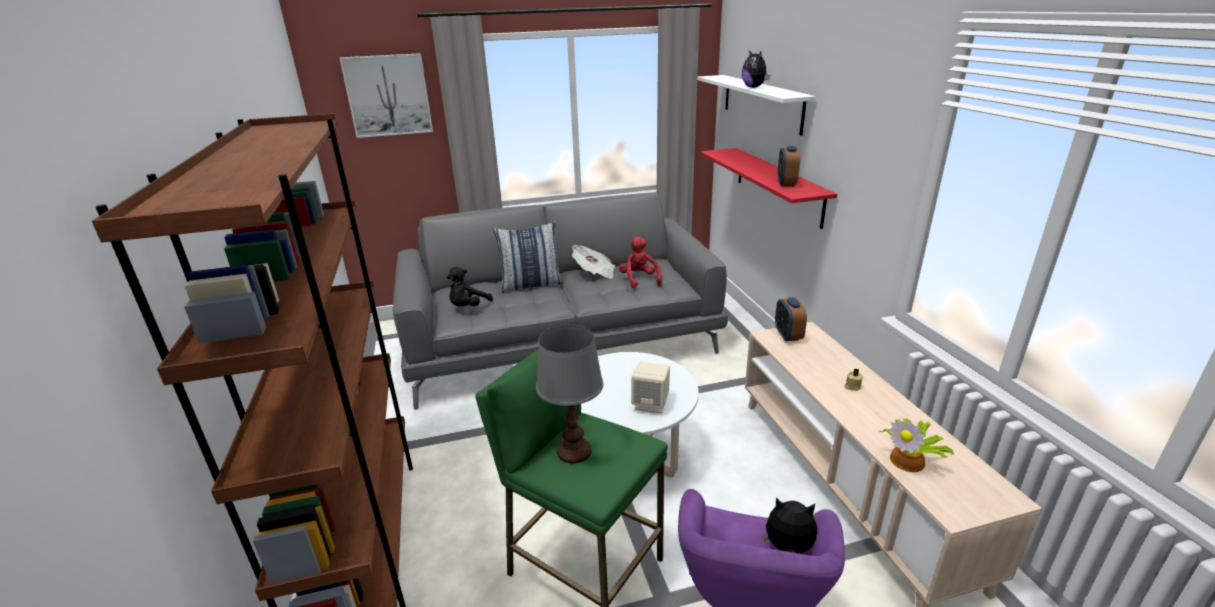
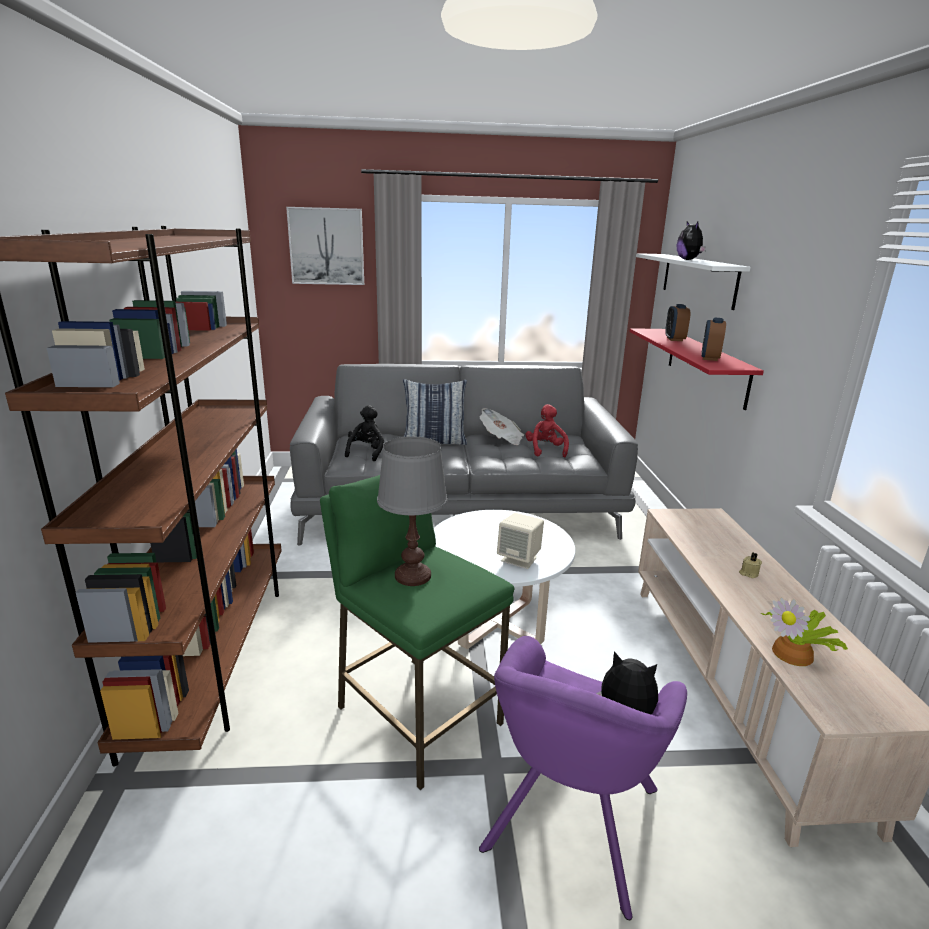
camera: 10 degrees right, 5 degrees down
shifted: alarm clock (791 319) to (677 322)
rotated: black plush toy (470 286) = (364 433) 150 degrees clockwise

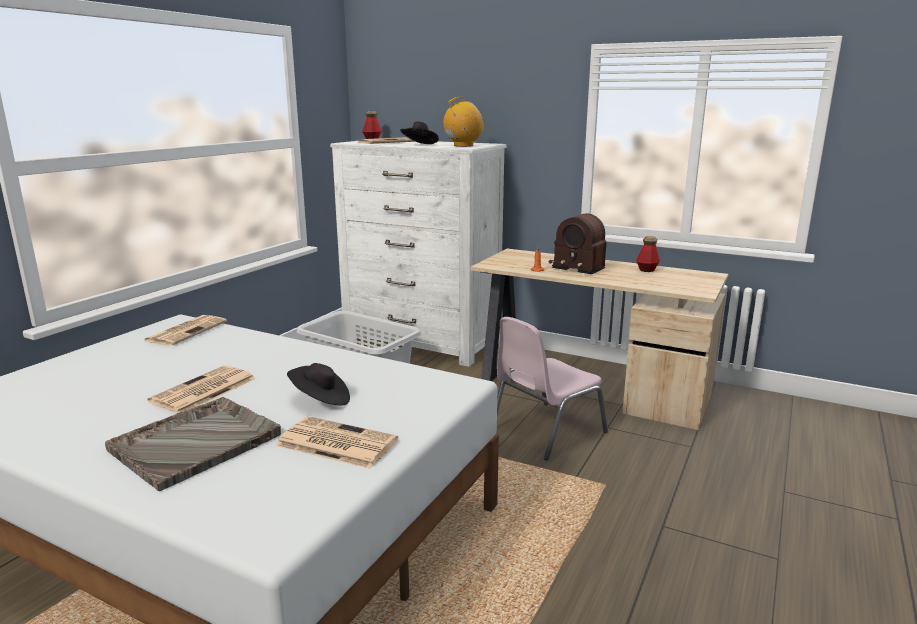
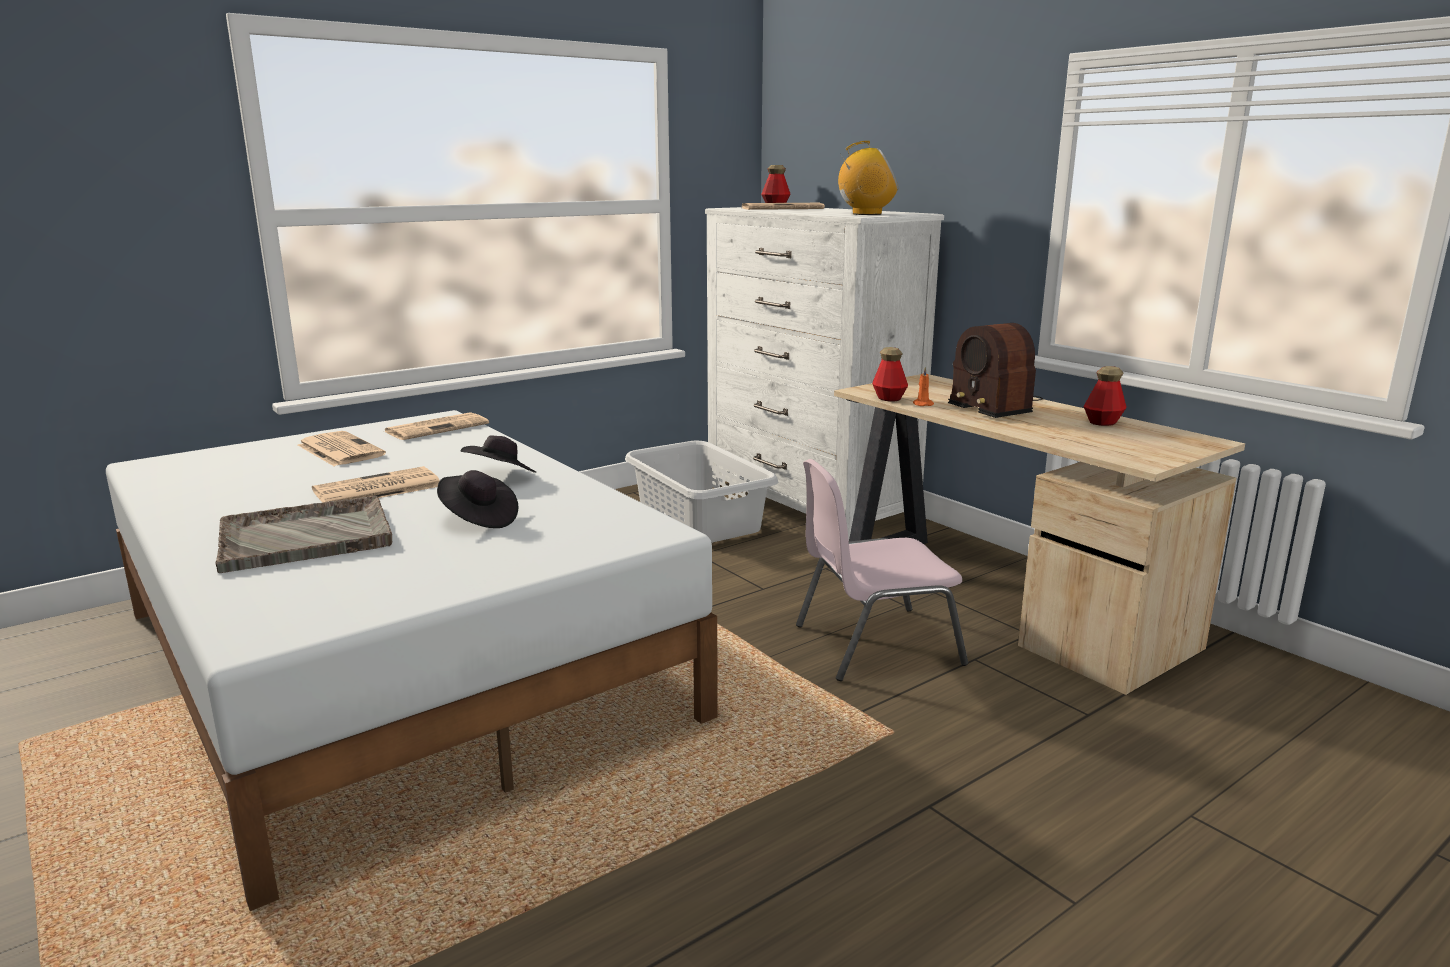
camera: 25 degrees right, 0 degrees up
new: bottle (890 374)
shifted: newspaper (337 442) to (342 448); black hat (419 132) to (498 454)

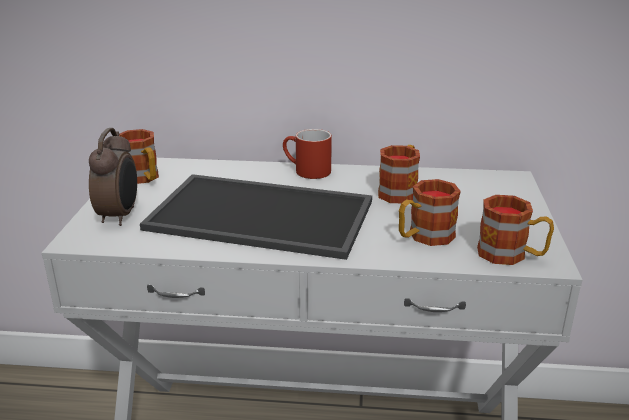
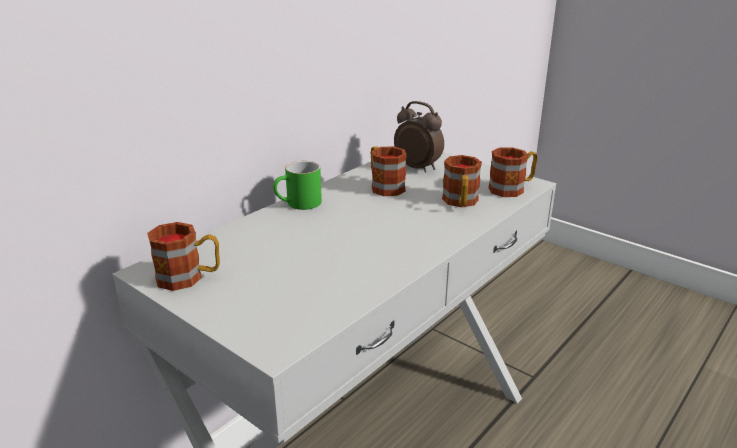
camera: 55 degrees left, 0 degrees up
gone: tray (256 217)
shifted: alarm clock (113 177) to (419 137)
repainted: red mug (307 154) to green mug (297 185)

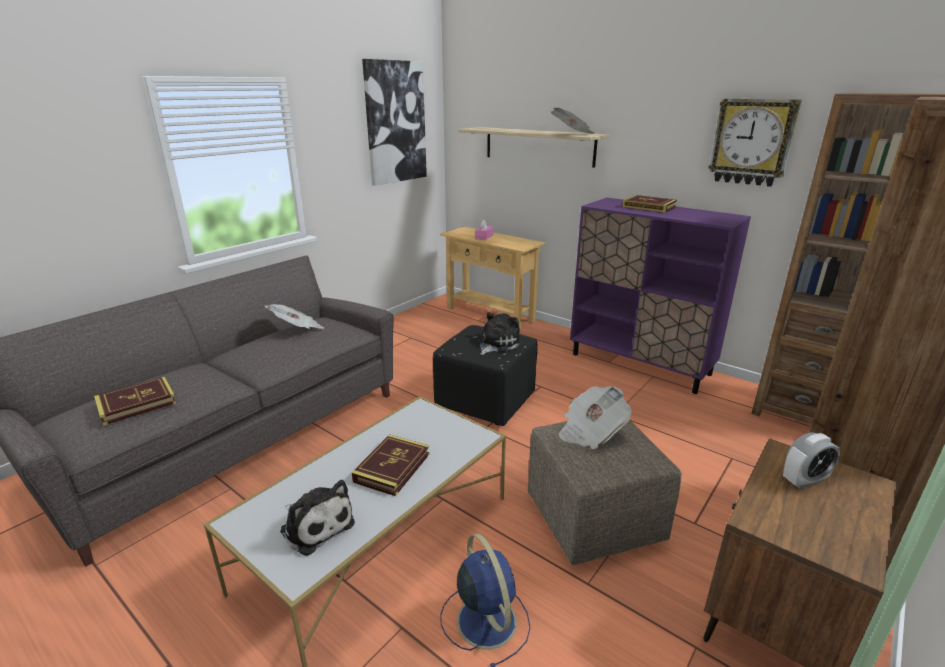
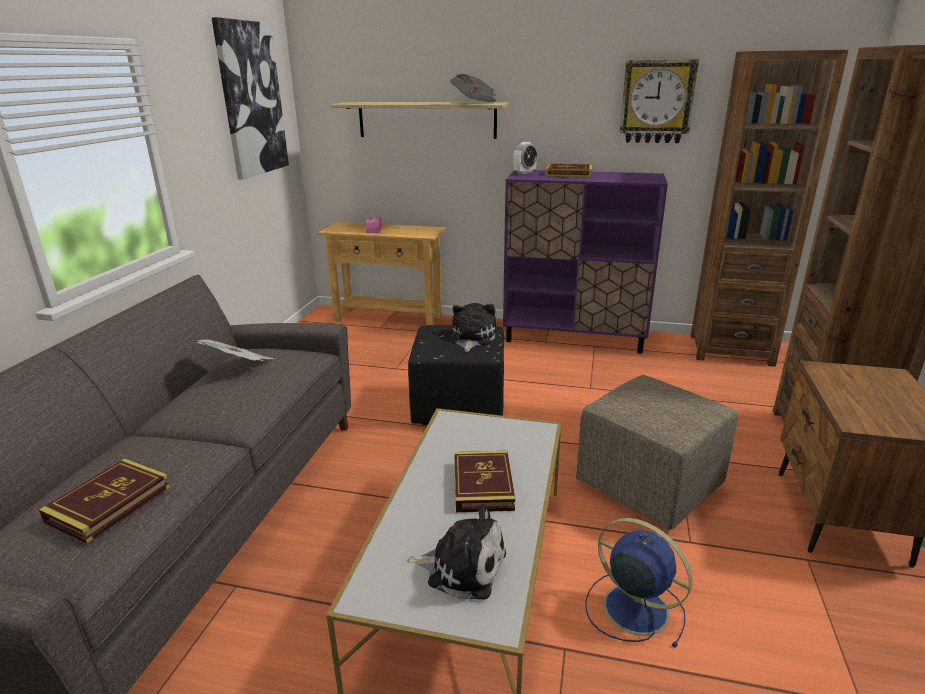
camera: 25 degrees left, 0 degrees up
gone: newspaper (595 417)
shifted: alarm clock (811 460) to (525 158)

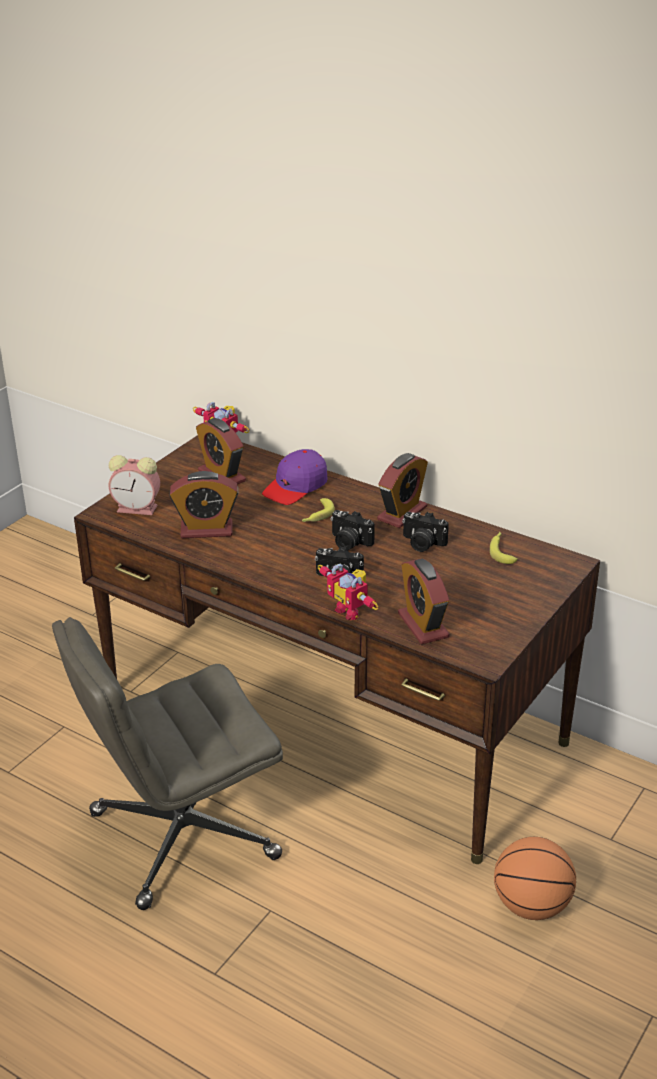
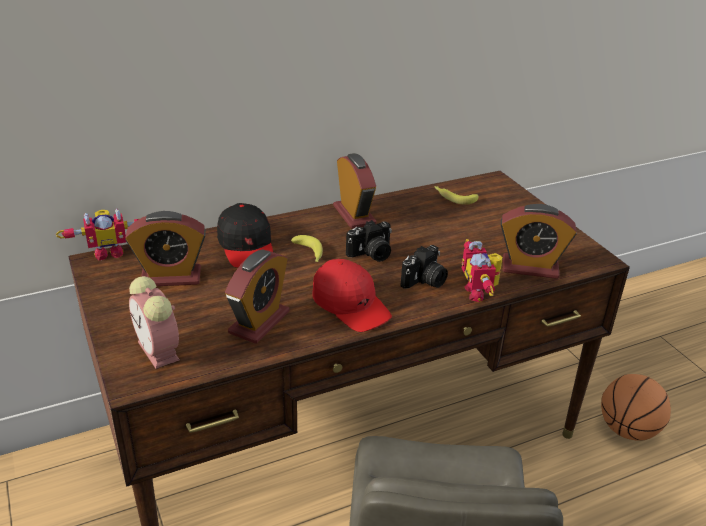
camera: 60 degrees left, 0 degrees up
gone: photo camera (425 532)
new: red cap (352 295)
repainted: purple cap (295 477) to black cap (245 235)
rotated: alarm clock (134 485) = (154 322) 105 degrees clockwise; toy robot (348 592) = (482 270) 90 degrees clockwise

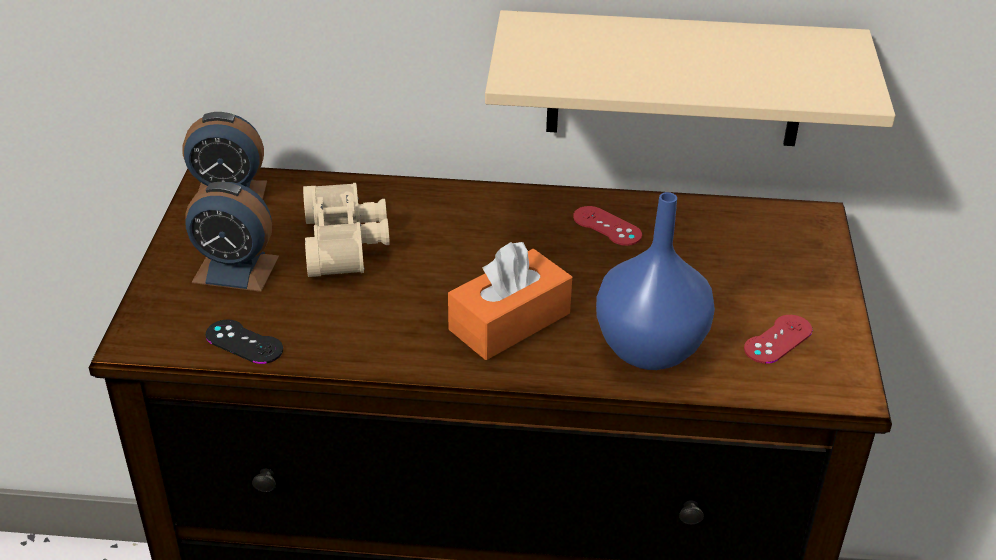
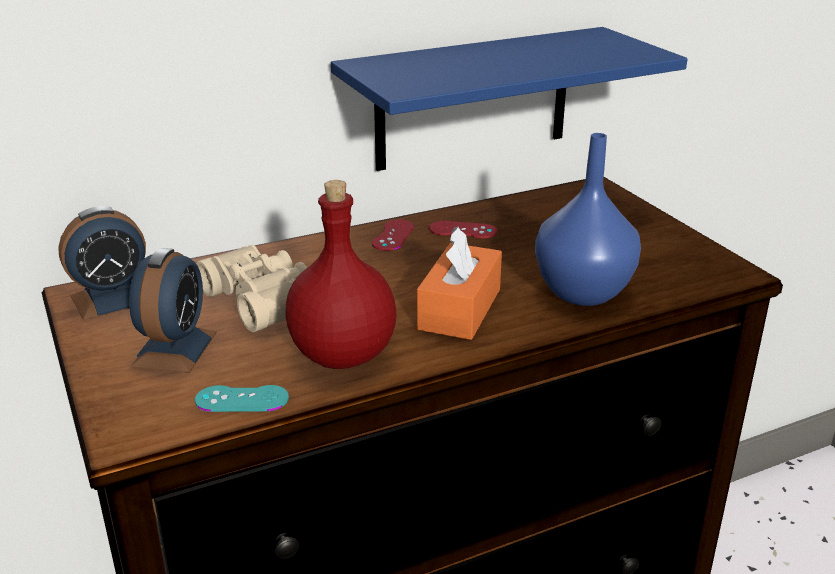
camera: 30 degrees left, 10 degrees down
new: red bottle (341 274)
shifted: red game controller (778 339) to (393 235)
repainted: black game controller (244 342) to turquoise game controller (242 398); beige shelf (690 78) to blue shelf (509 99)
rotated: alarm clock (232 237) = (173 310) 60 degrees counterclockwise

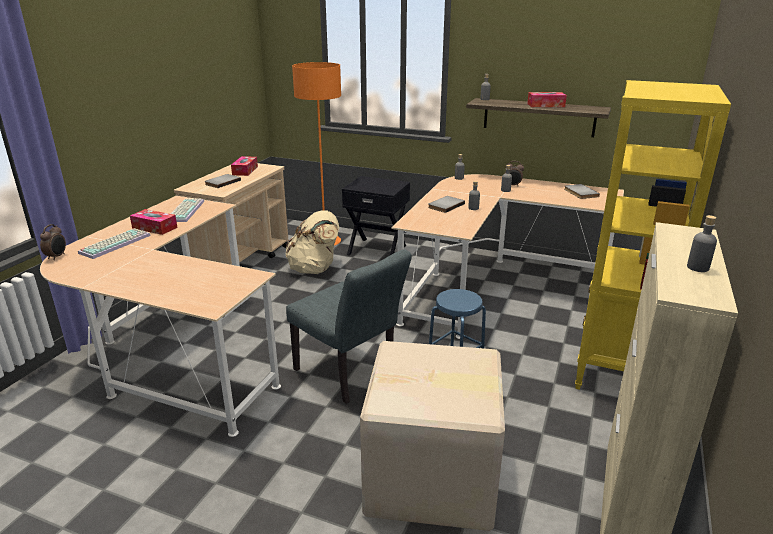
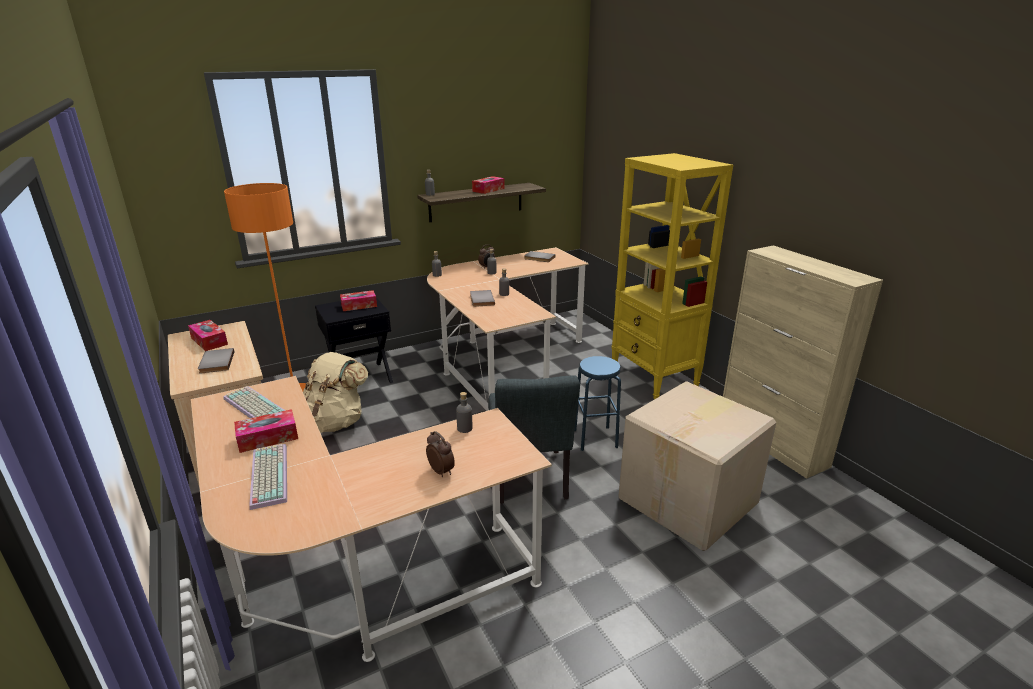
camera: 50 degrees left, 0 degrees up
new: tissue box (358 300)
shifted: alarm clock (53 242) to (440 454); grey bottle (702 243) to (464 412)
rotated: grey chair (349 326) = (534 439) 90 degrees clockwise

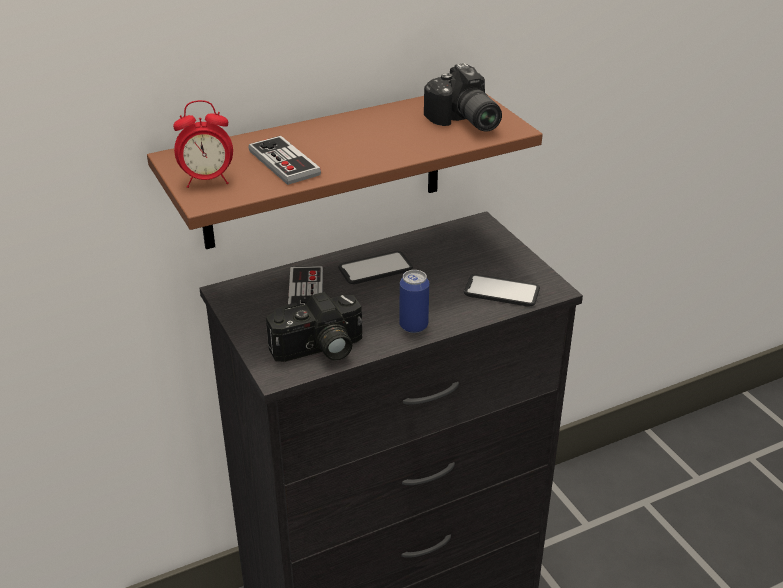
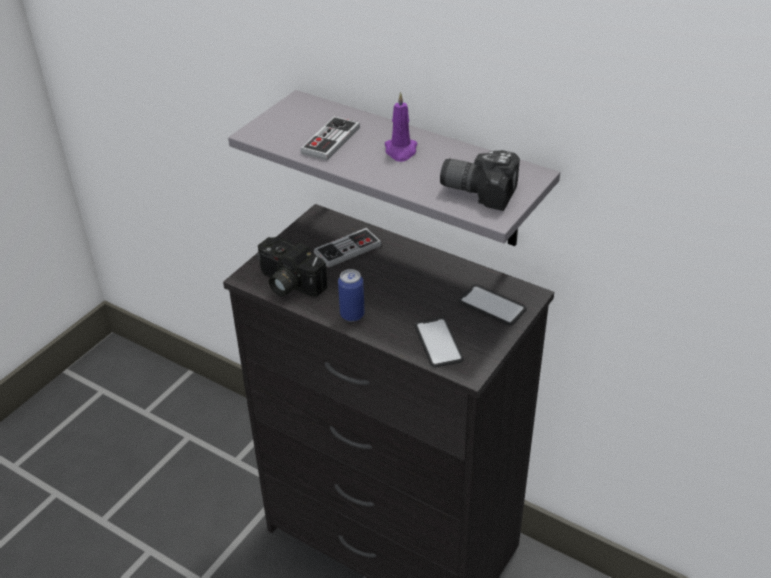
camera: 60 degrees right, 5 degrees up
gone: alarm clock (203 144)
new: purple candle (401 127)
shifted: phone (375 267) to (493 305)
repainted: brown shelf (345 172) to grey shelf (394 168)
rotated: photo camera (463 97) = (480 180) 75 degrees clockwise

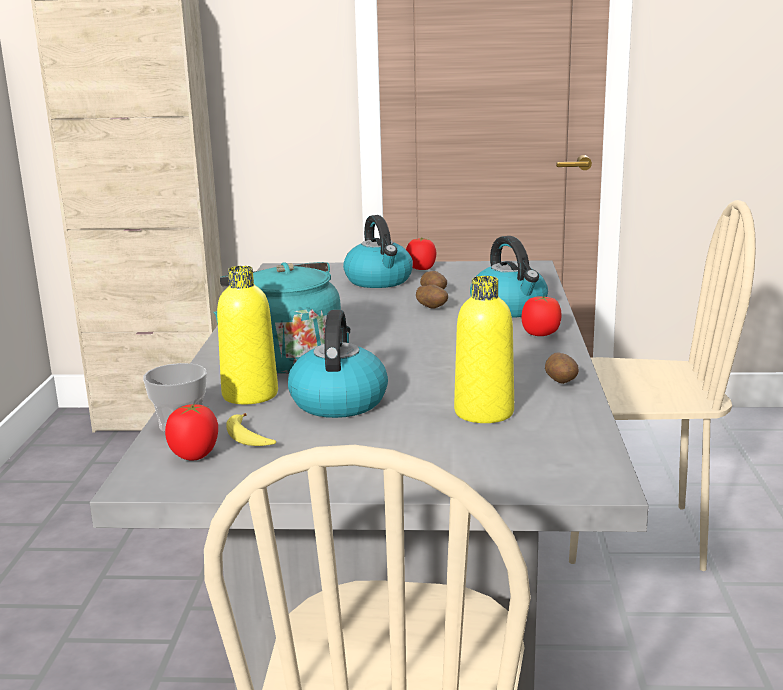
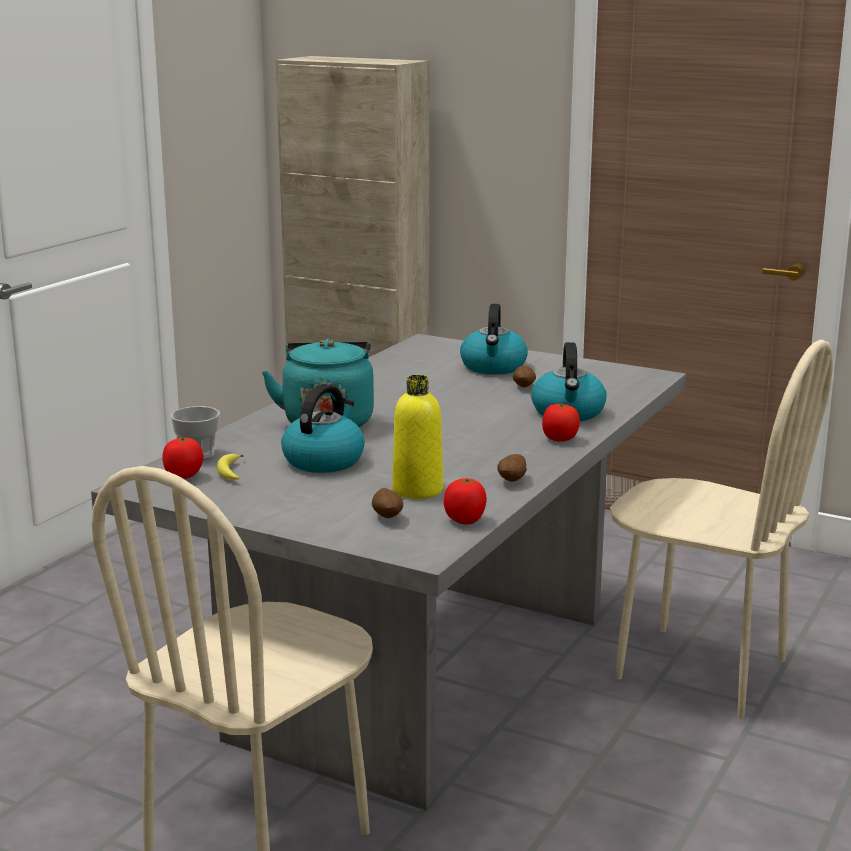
camera: 25 degrees right, 0 degrees up
gone: yellow bottle (247 335)
shifted: potato (432 297) to (387 503); tomato (421 253) to (465 501)

